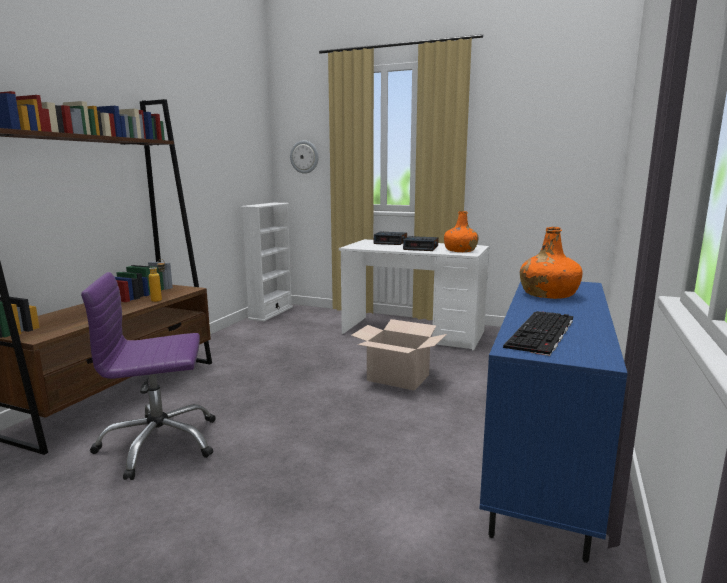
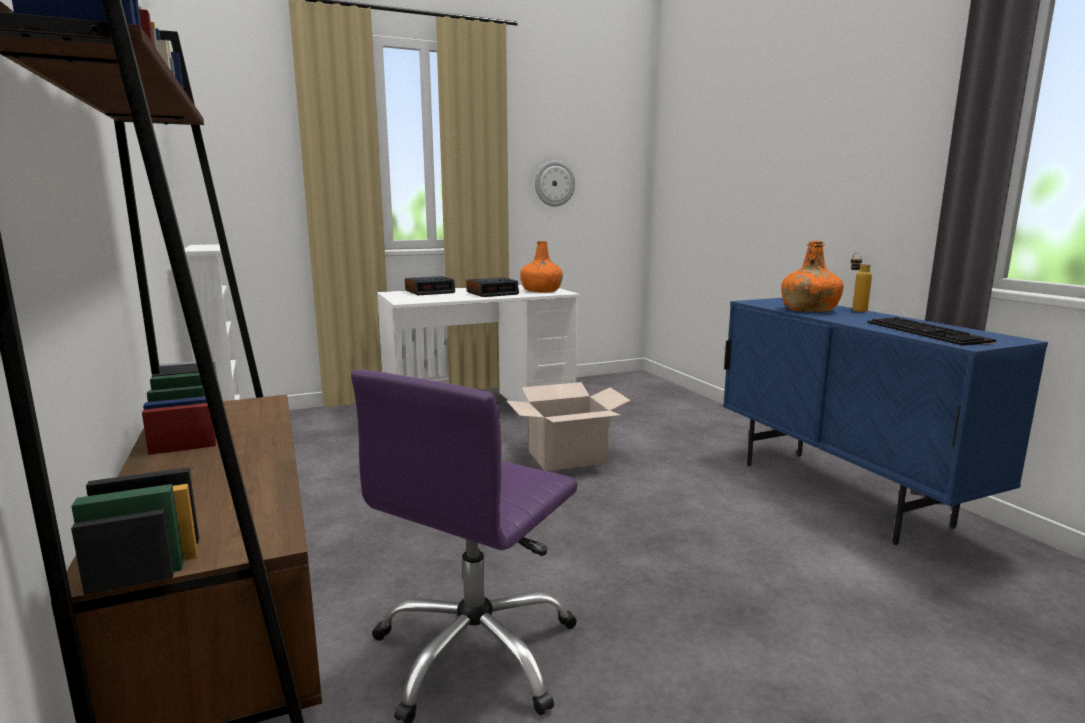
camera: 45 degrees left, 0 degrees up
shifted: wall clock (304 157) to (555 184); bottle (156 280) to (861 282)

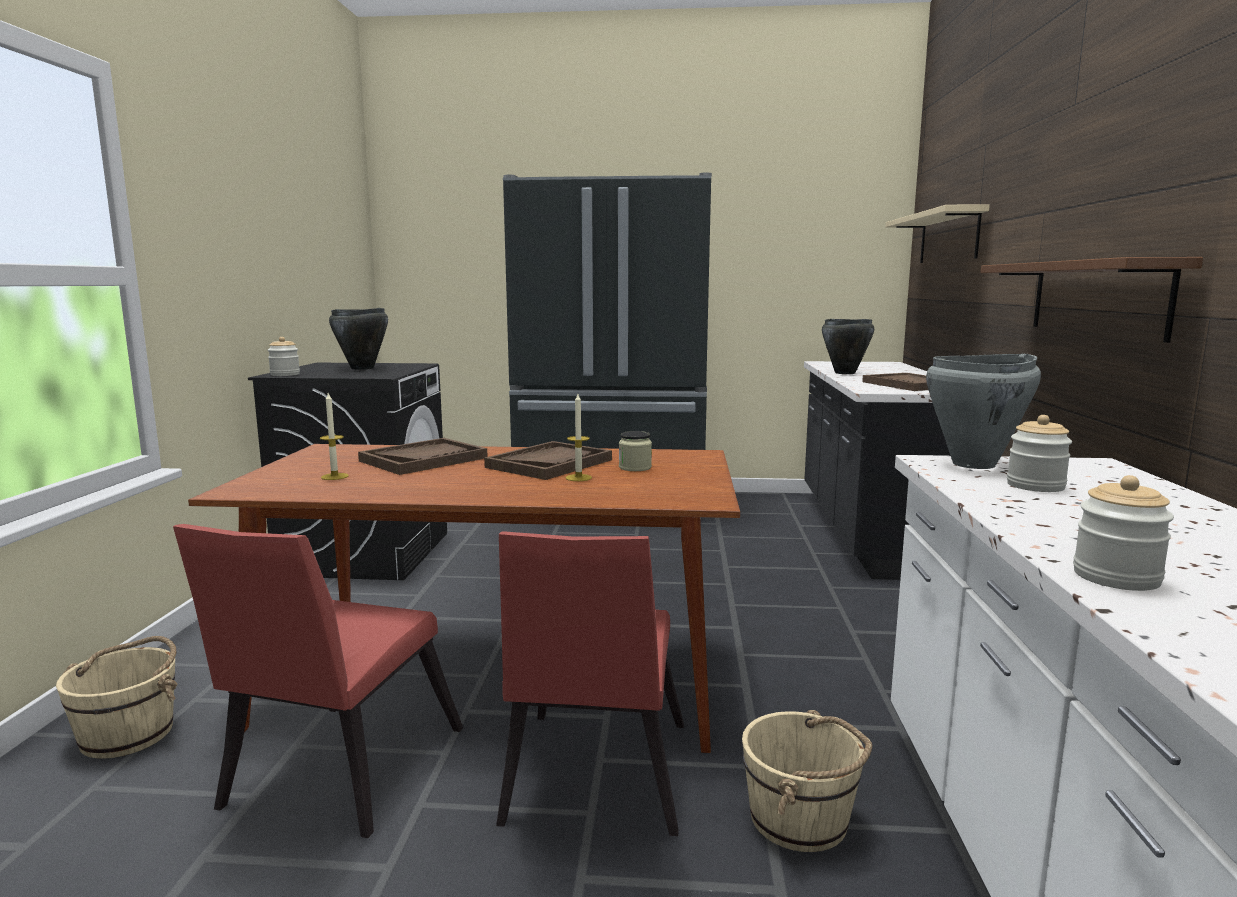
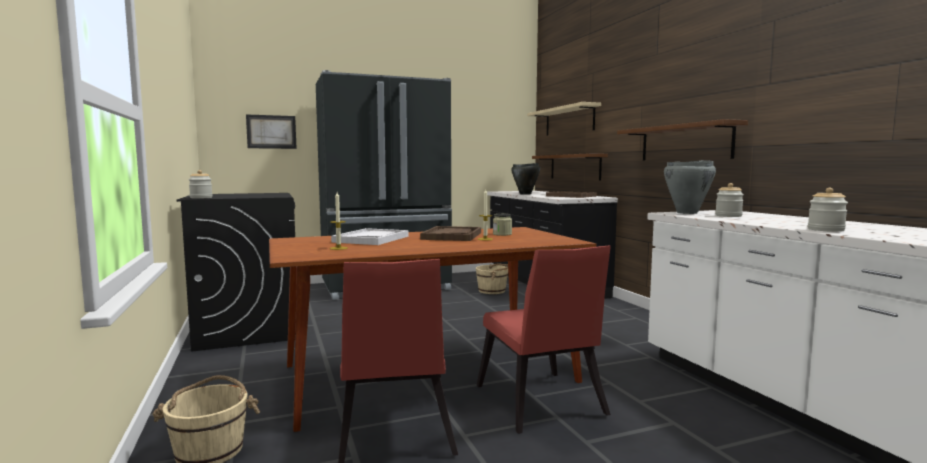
camera: 25 degrees left, 5 degrees down
gone: black cooking pot (358 339)
new: picture (271 131); brown shelf (570 166)
shifted: beige bucket (807 781) to (492 278)
repainted: brown tray (423 456) to white tray (370 236)

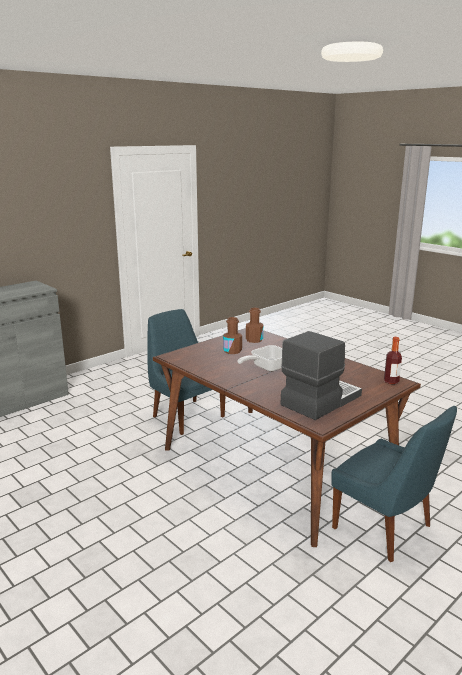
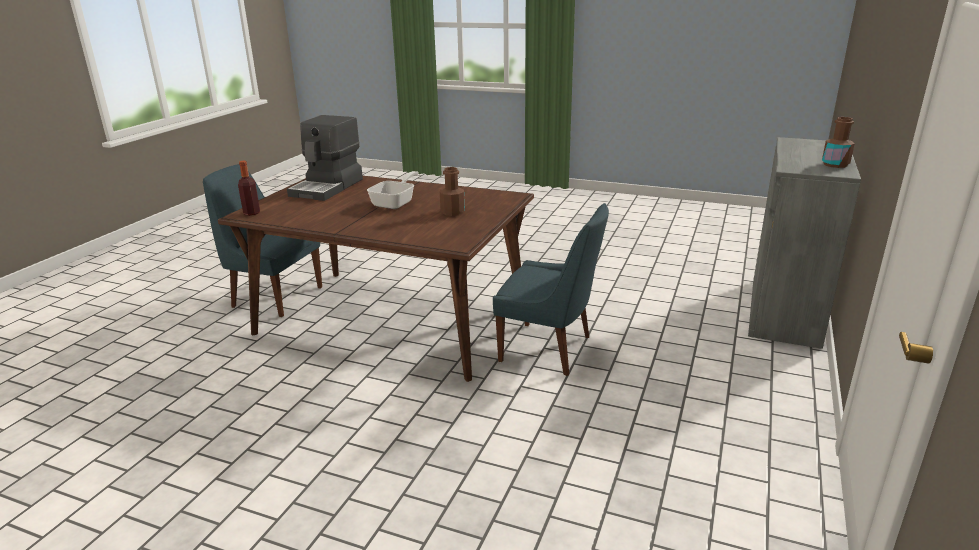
camera: 155 degrees right, 5 degrees up
shifted: brown bottle (254 325) to (838 142)

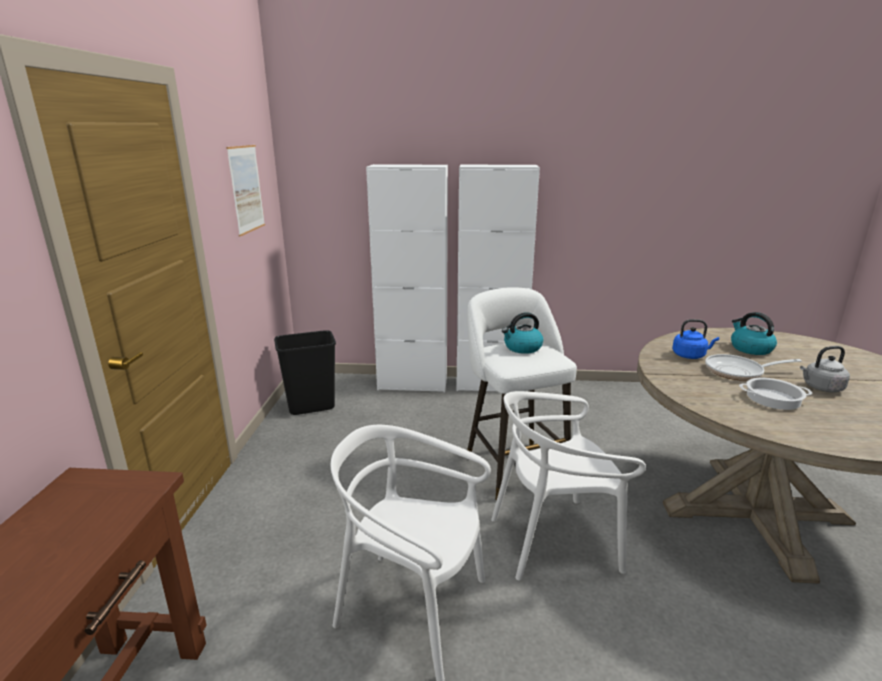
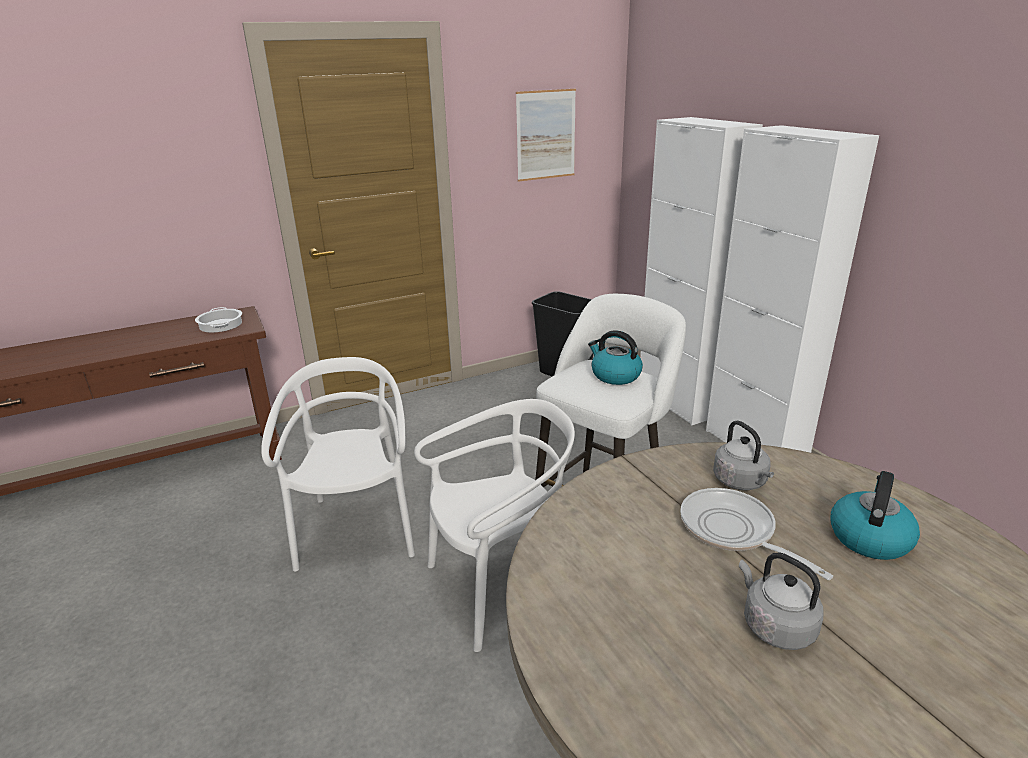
camera: 60 degrees right, 5 degrees up
shifted: cooking pot (775 394) to (218 319)
repainted: blue kettle (695 339) to grey kettle (743 455)
rotated: white chair (568 485) = (494 525) 105 degrees clockwise

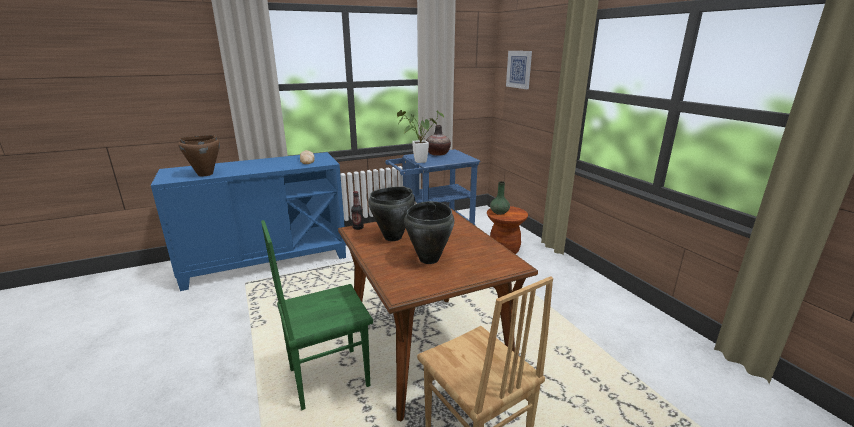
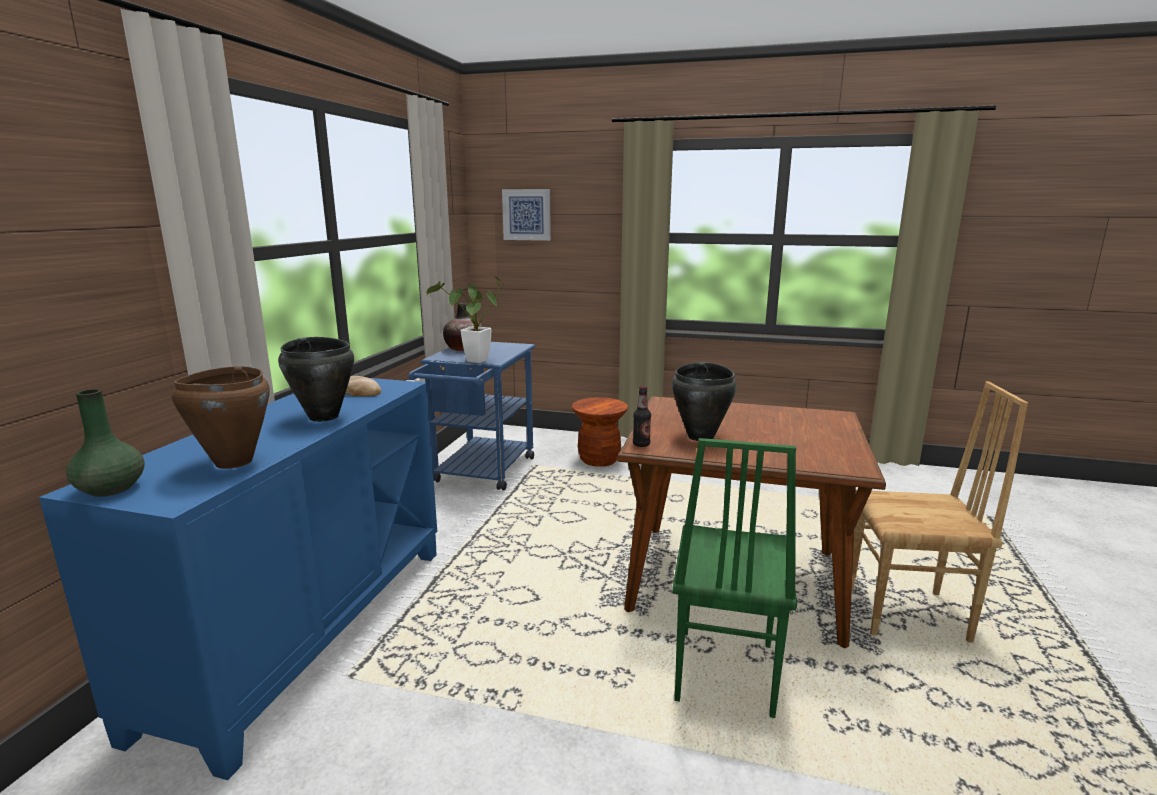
camera: 50 degrees left, 5 degrees down
shifted: green vase (500 198) to (105 443); black cooking pot (429 232) to (316 379)

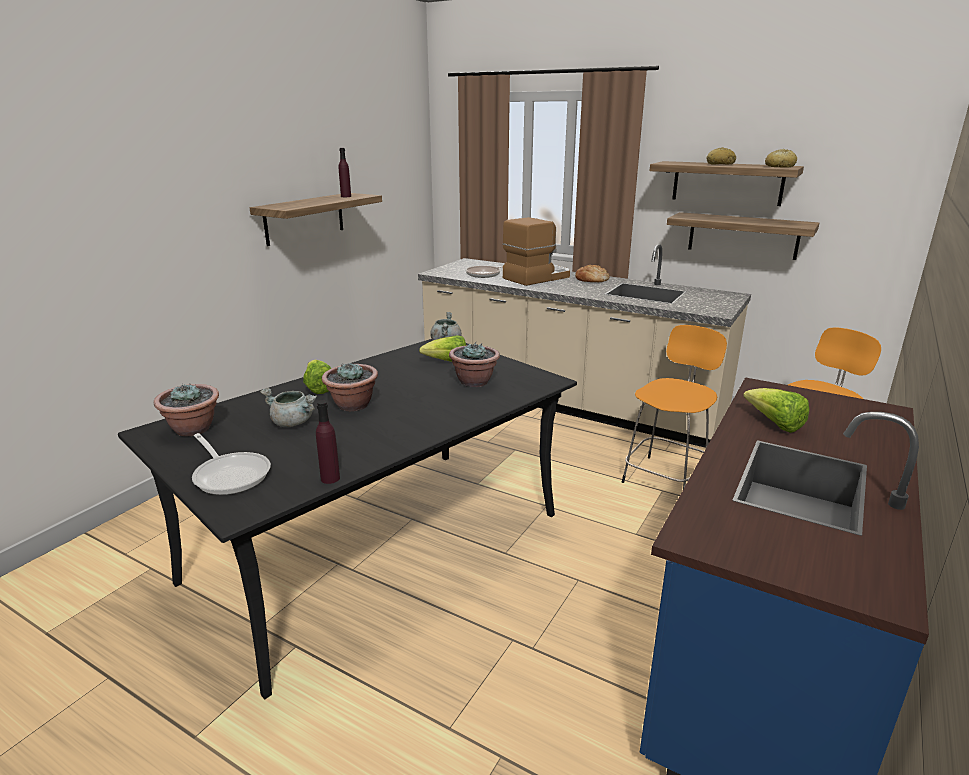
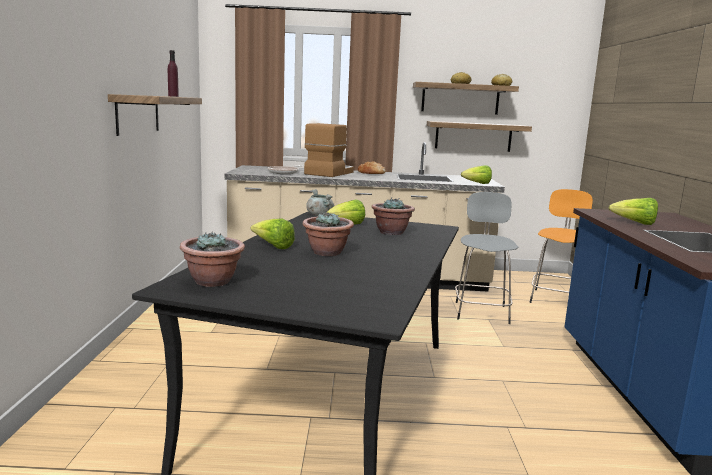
camera: 30 degrees left, 10 degrees down
gone: frying pan (231 464); grey cooking pot (288 407); purple bottle (328 442)
new: lettuce (476 174)
repainted: orange stool (674 407) to grey stool (486 258)

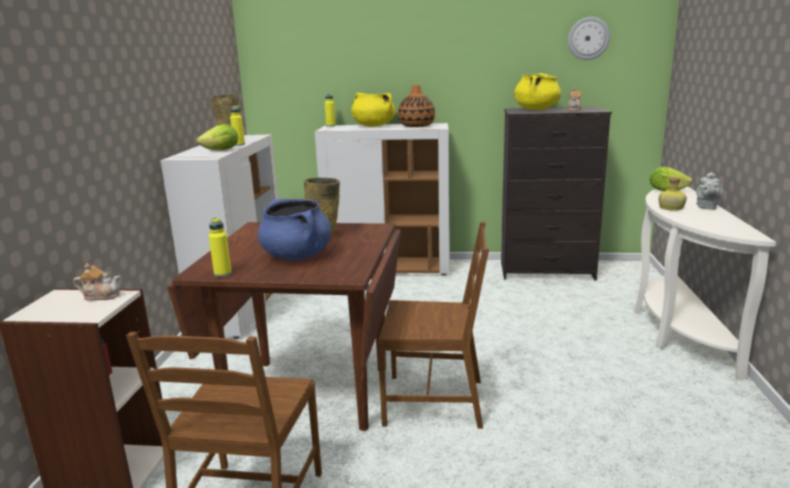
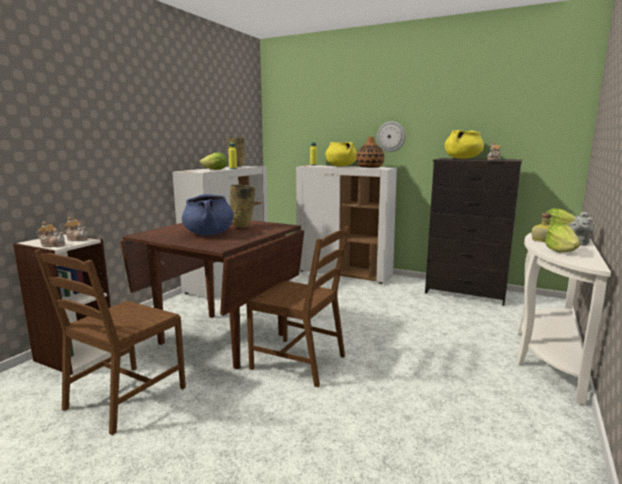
camera: 20 degrees right, 5 degrees down
gone: yellow bottle (220 247)
new: teapot (51 234); lettuce (562 238)
shifted: wall clock (589 38) to (391 136)

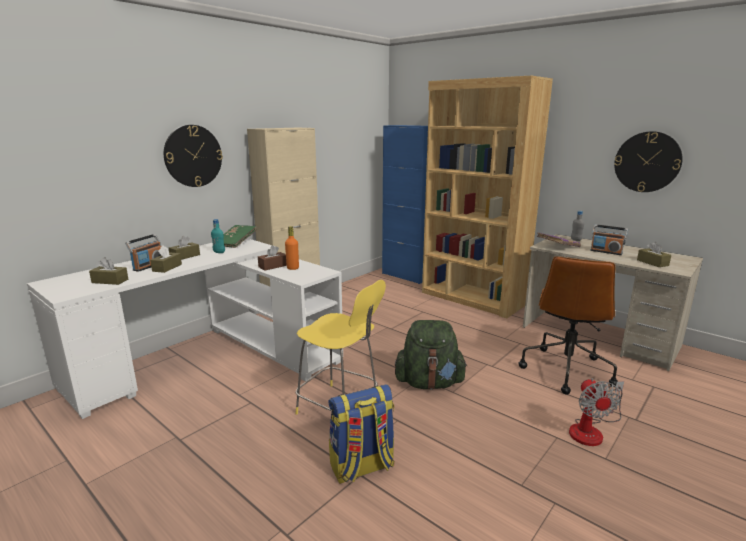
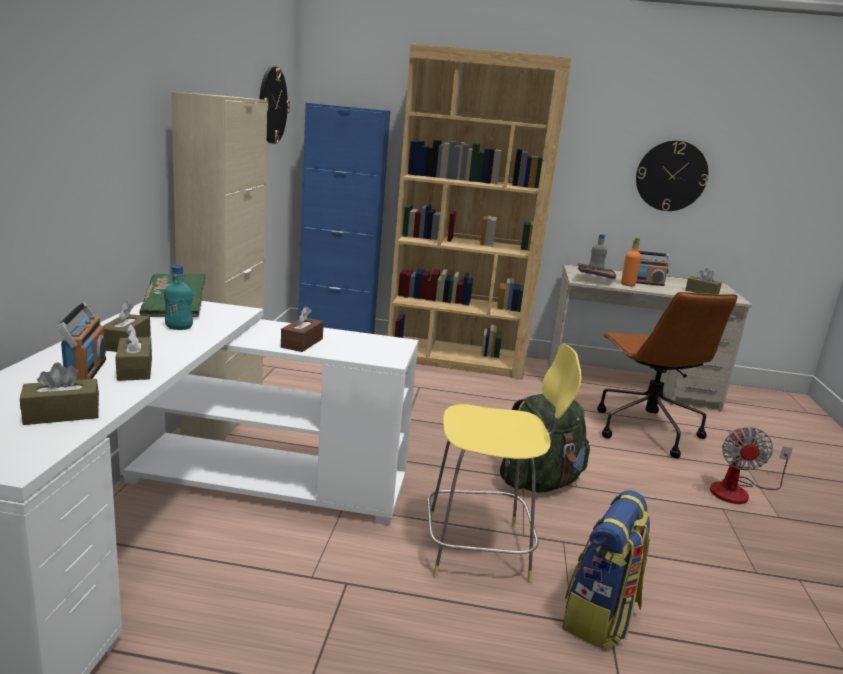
camera: 35 degrees left, 0 degrees up
shifted: wall clock (193 156) to (274 105); orange bottle (292 248) to (631 262)
rotated: fan (596 412) = (751 465) 45 degrees clockwise

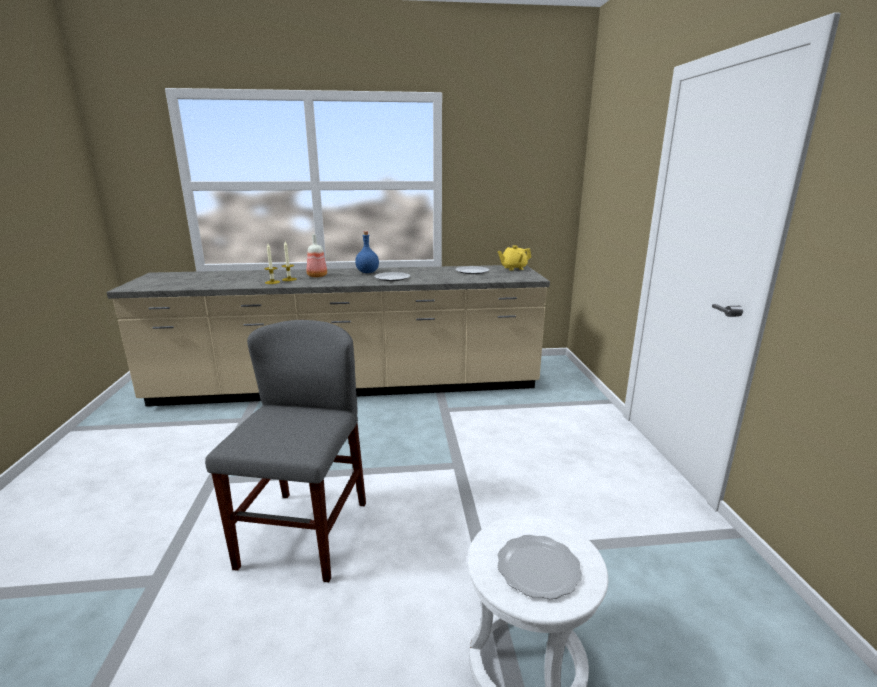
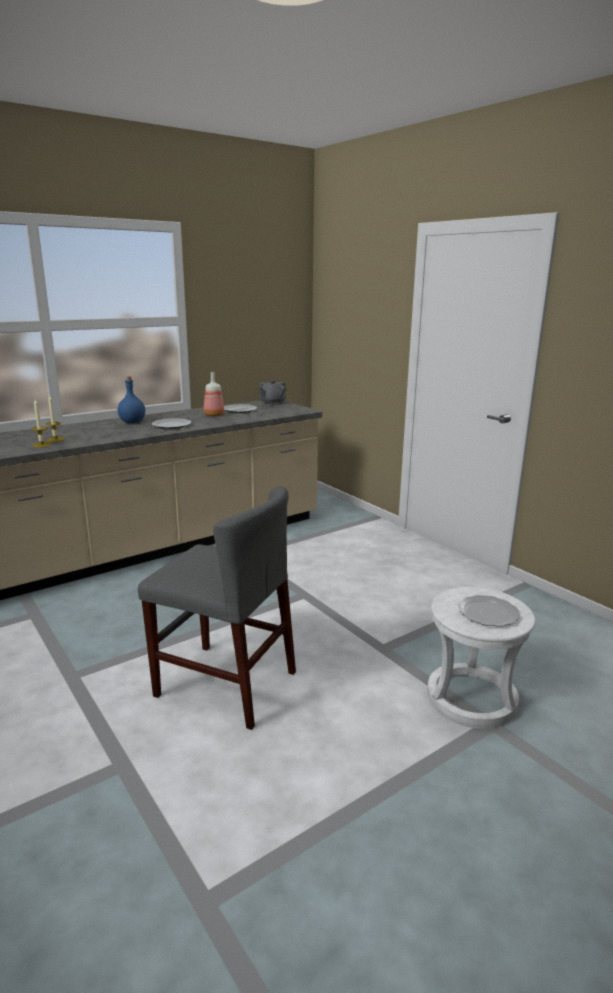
camera: 30 degrees left, 0 degrees up
shifted: bottle (317 255) to (213 394)
repainted: yellow teapot (514 257) to grey teapot (272 392)
rotated: grey chair (285 451) = (217 608) 135 degrees clockwise

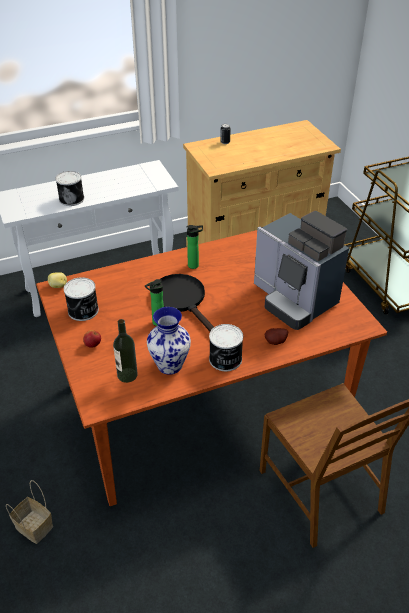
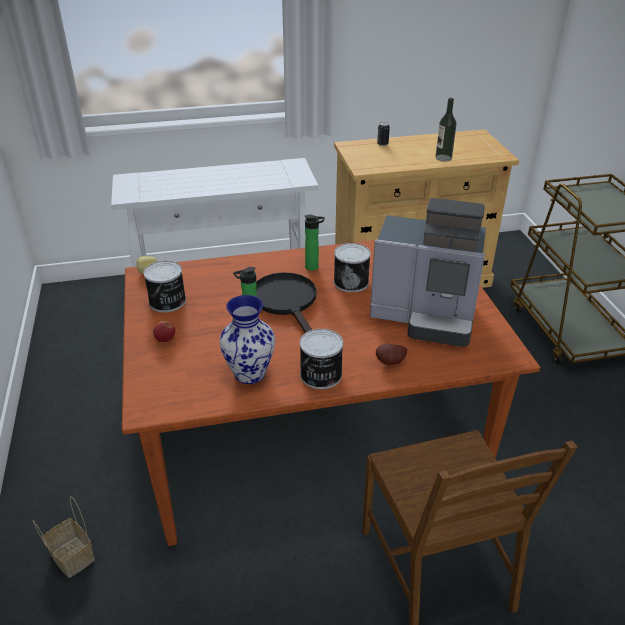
camera: 10 degrees right, 5 degrees down
shifted: can (69 188) to (352 267); bottle (125 351) to (446 130)
rotated: coffee machine (301 270) = (428 272) 45 degrees counterclockwise

